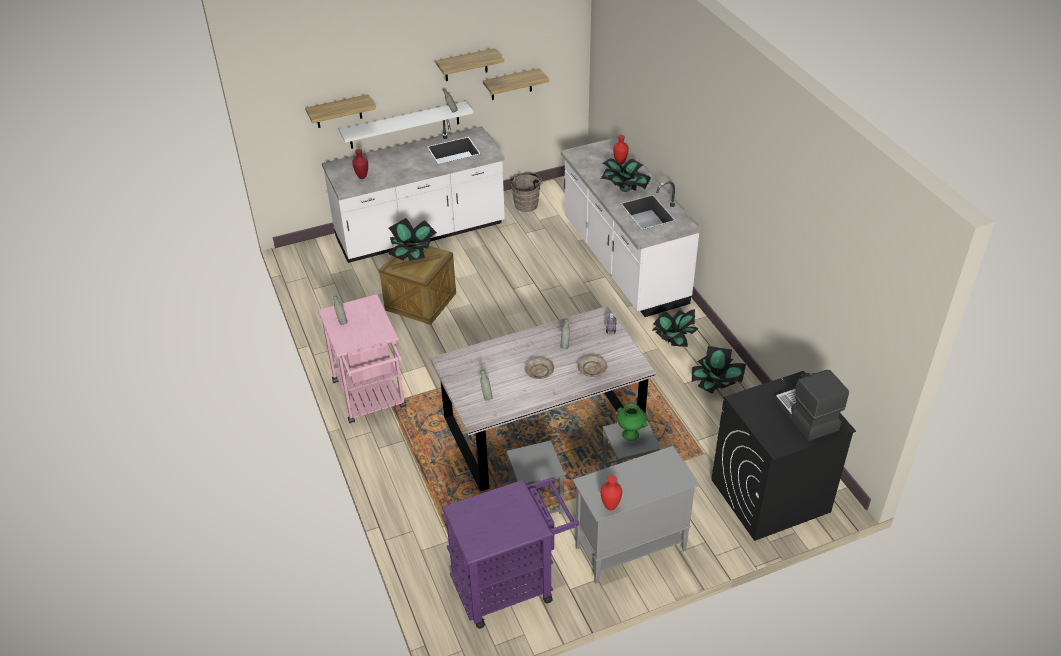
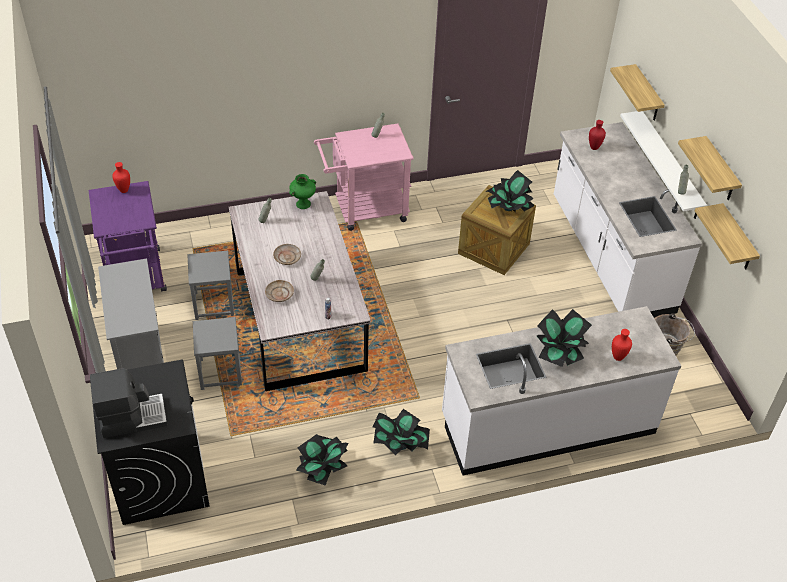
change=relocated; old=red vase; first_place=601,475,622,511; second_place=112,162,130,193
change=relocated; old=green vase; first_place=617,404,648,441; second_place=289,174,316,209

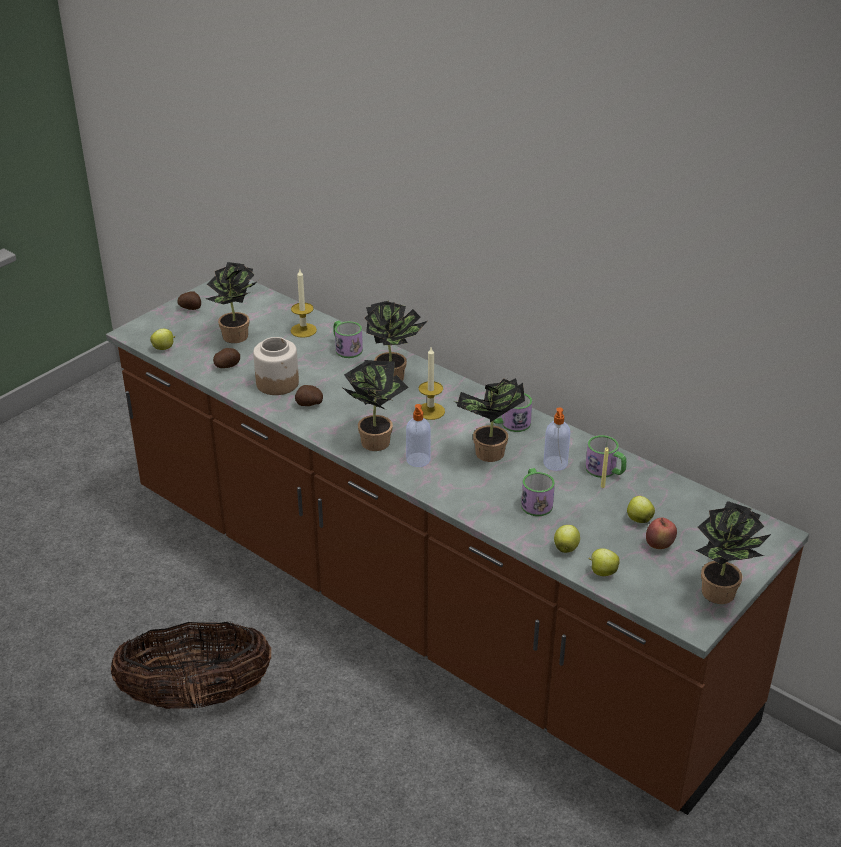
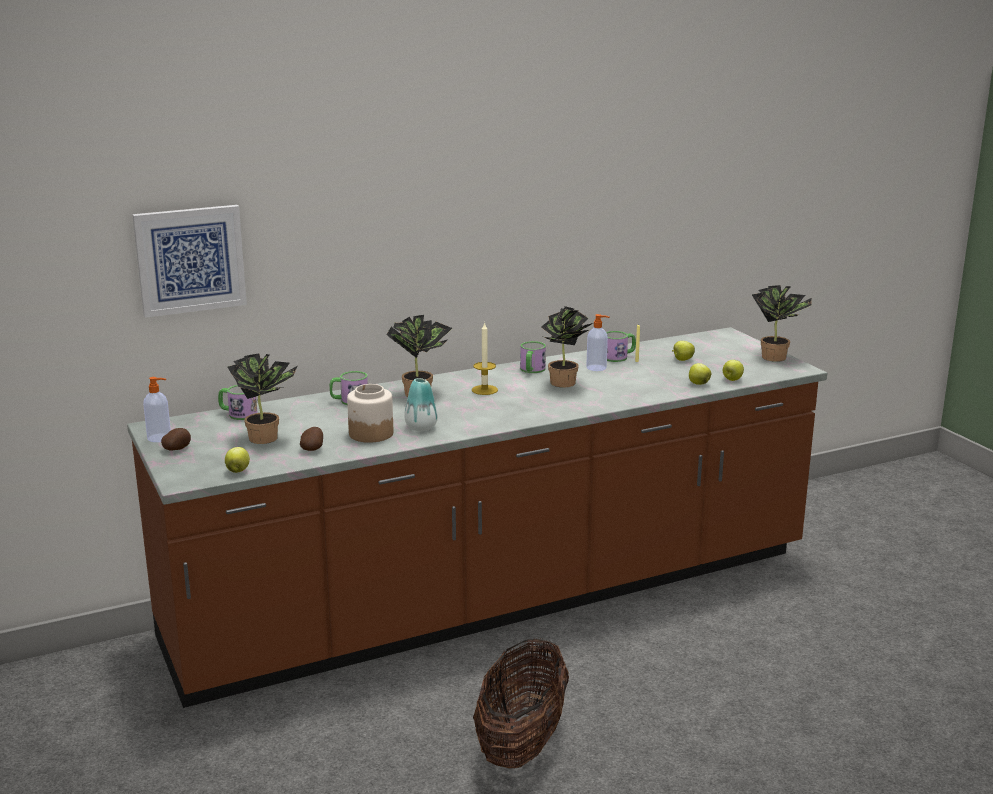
change=appeared; new=picture; second_place=132,205,247,318
change=relocated; old=soap dispenser; first_place=406,404,431,467; second_place=143,377,171,442
change=relocated; old=mug; first_place=521,468,555,516; second_place=218,385,257,420
change=exchanged; old=potato; new=vase; first_place=295,385,323,406; second_place=404,378,438,431
change=missing; old=candle; first_place=291,270,317,338
change=missing; old=potted plant; first_place=341,360,409,451
change=missing; old=apple; first_place=646,518,677,549

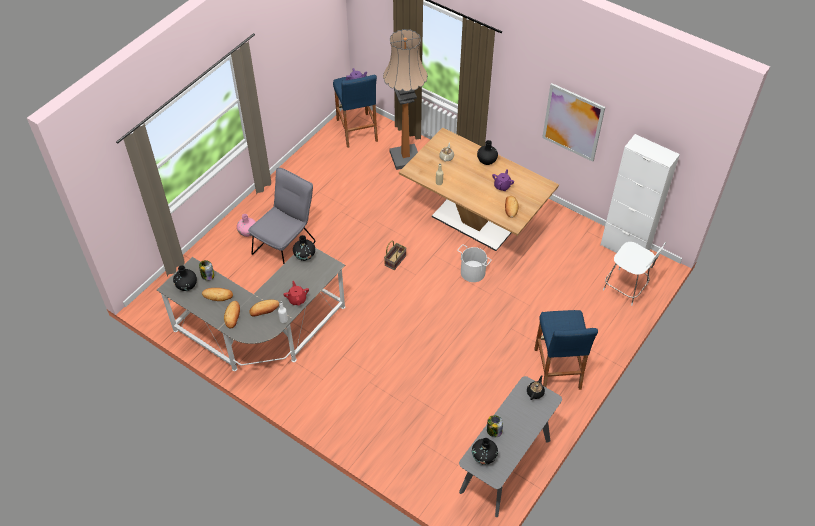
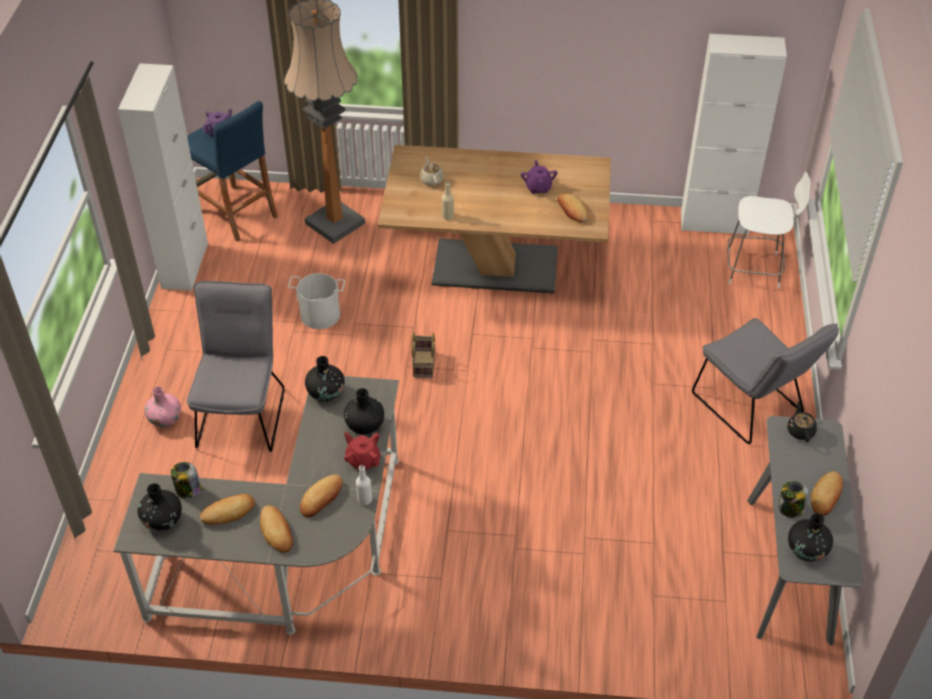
change=appeared; new=white cabinet; second_place=118,63,208,291
change=relocated; old=white bucket; first_place=457,244,491,282; second_place=288,273,345,329
change=relocated; old=black vase; first_place=477,140,498,165; second_place=344,388,384,435
change=exchanged; old=blue stool; new=grey chair; first_place=534,310,598,390; second_place=692,318,839,444
change=appeared; new=bread; second_place=811,471,843,516
change=missing; old=picture; first_place=542,83,605,162

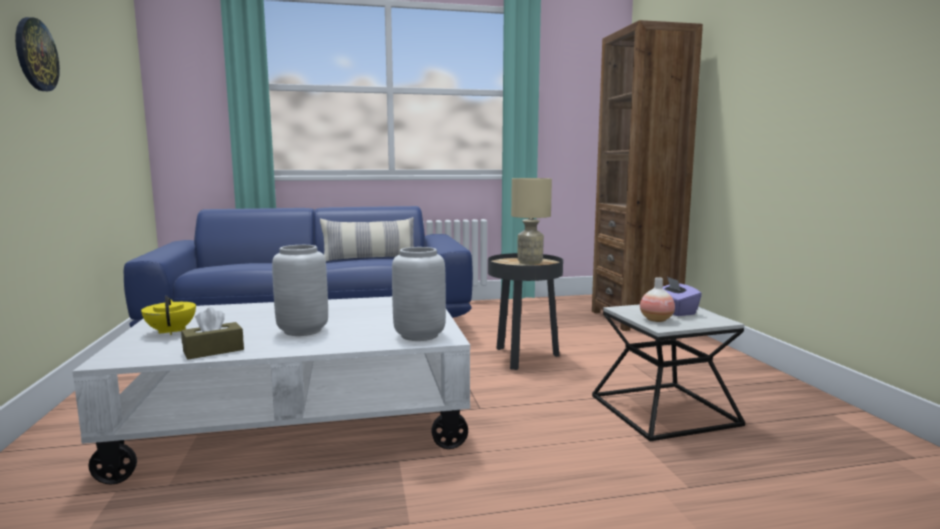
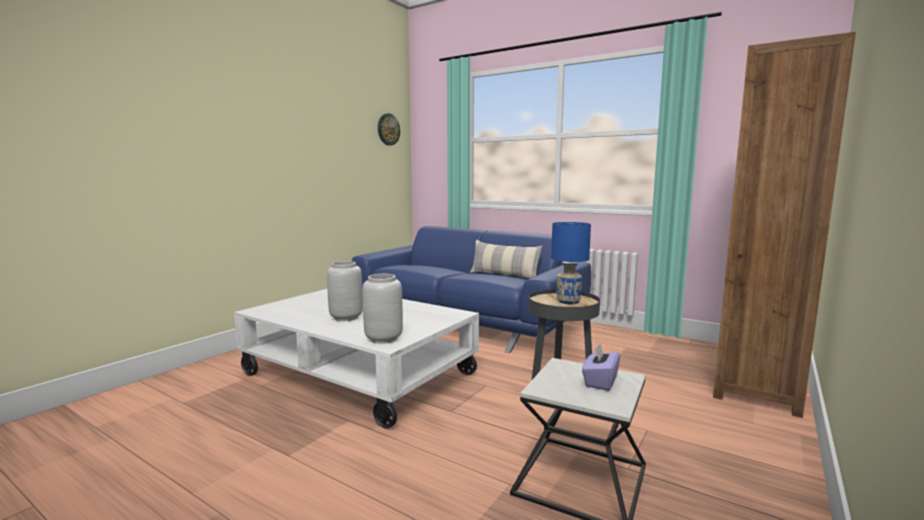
change=relocated; old=wall clock; first_place=15,17,60,91; second_place=378,113,400,146
change=colour; old=beige table lamp; new=blue table lamp; first_place=511,178,552,265; second_place=551,222,591,304
change=missing; old=yellow teapot; first_place=141,296,196,335
change=missing; old=brown tissue box; first_place=181,307,244,359
change=missing; old=vase; first_place=640,277,675,322

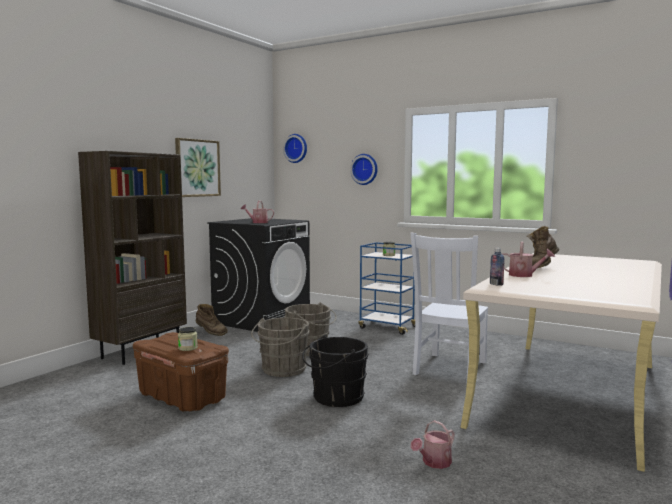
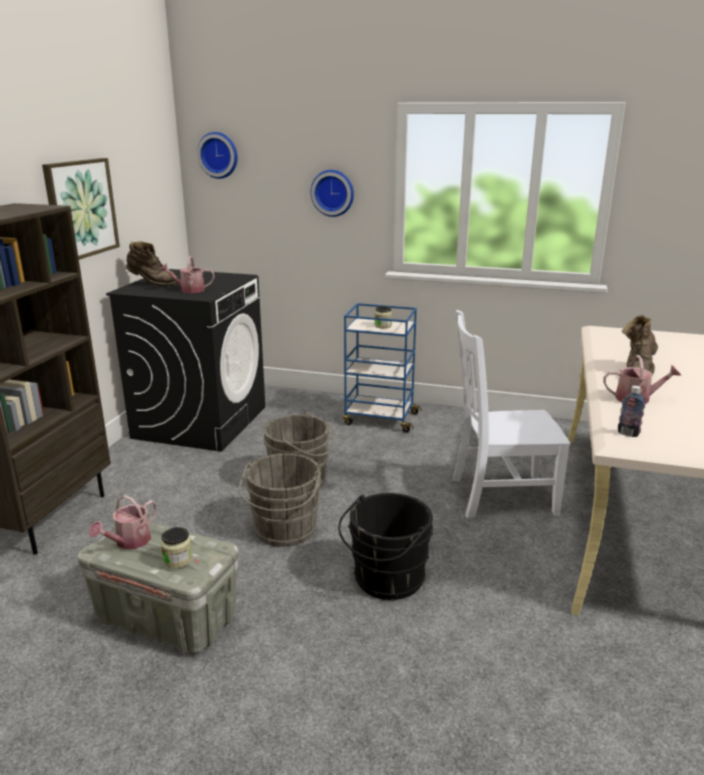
change=colour; old=brown storage box; new=grey storage box; first_place=133,332,229,412; second_place=77,522,239,653
change=relocated; old=watering can; first_place=410,420,455,469; second_place=89,495,157,549
change=relocated; old=brown boot; first_place=196,304,228,336; second_place=126,242,176,286
change=spun; old=white chair; first_place=411,233,488,384; second_place=452,310,571,518; degrees=75

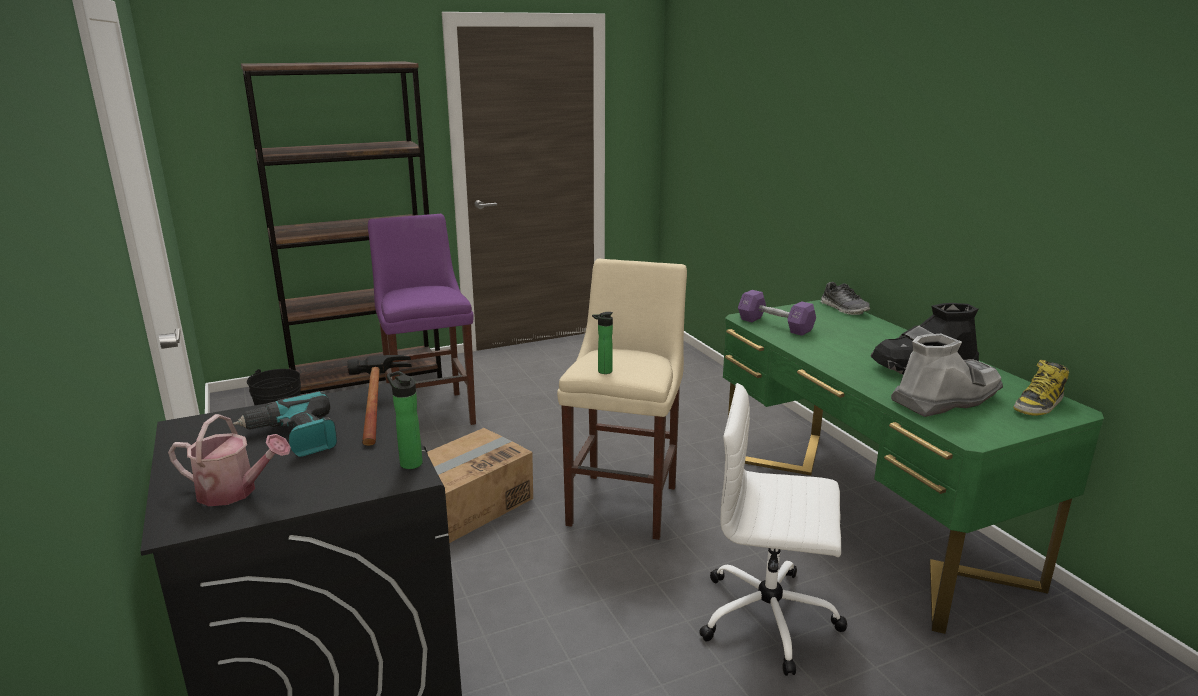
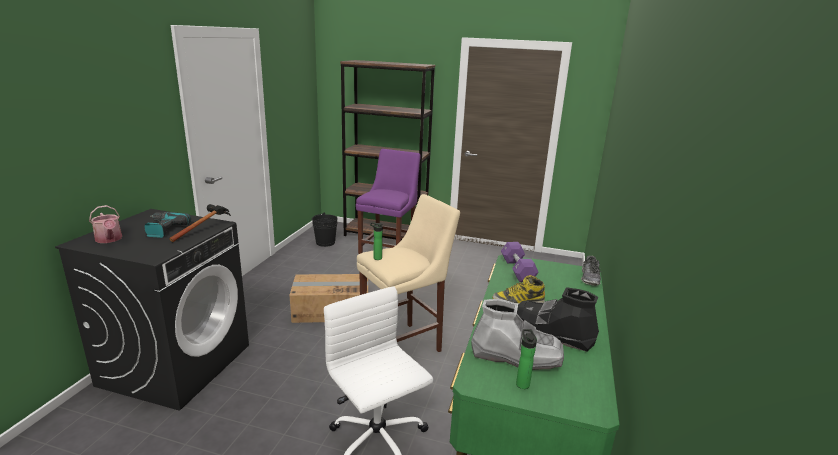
change=relocated; old=boot; first_place=1013,360,1069,416; second_place=492,275,545,304
change=relocated; old=bottle; first_place=387,371,423,469; second_place=516,329,537,389

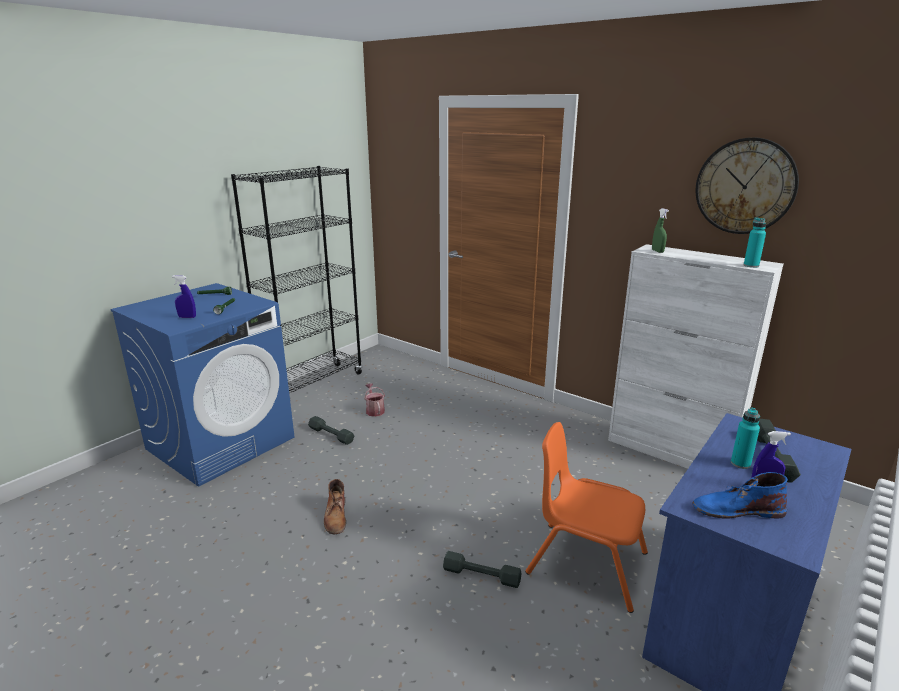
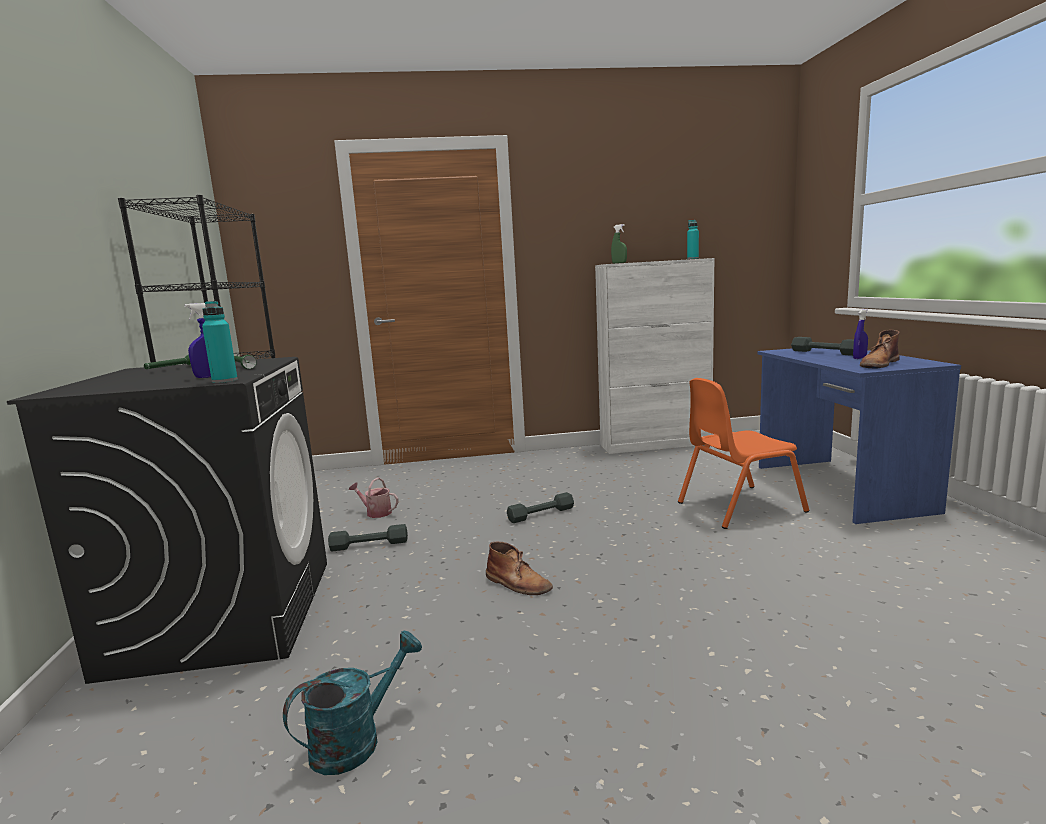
change=colour; old=blue washing machine; new=black washing machine; first_place=110,283,294,487; second_place=7,357,327,684
change=relocated; old=turquoise bottle; first_place=731,408,760,469; second_place=202,301,238,383
change=appeared; new=turquoise watering can; second_place=283,631,422,775
change=relocated; old=grey dumbbell; first_place=443,551,521,588; second_place=507,492,574,523
change=colour; old=blue boot; new=brown boot; first_place=692,472,788,519; second_place=860,330,900,368
change=missing; old=wall clock; first_place=696,137,799,234

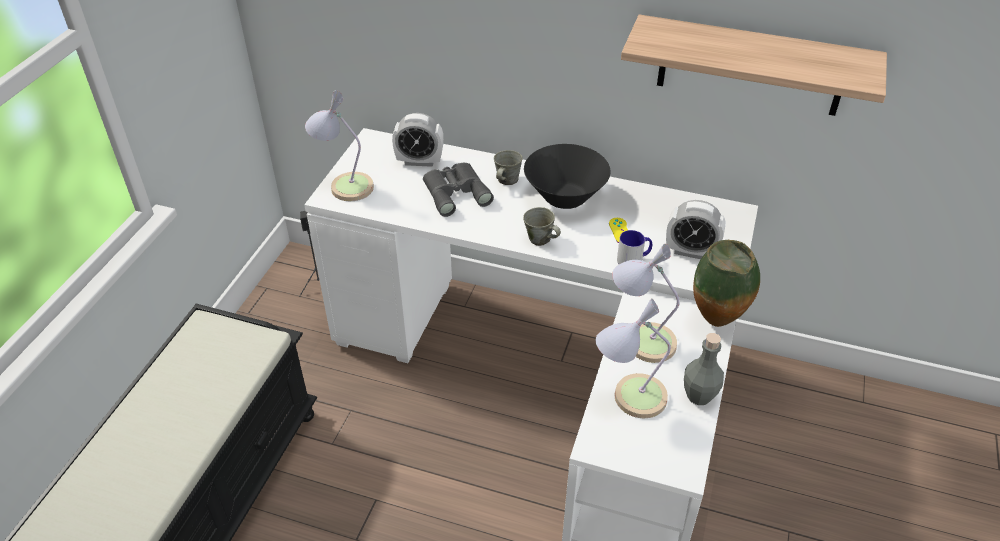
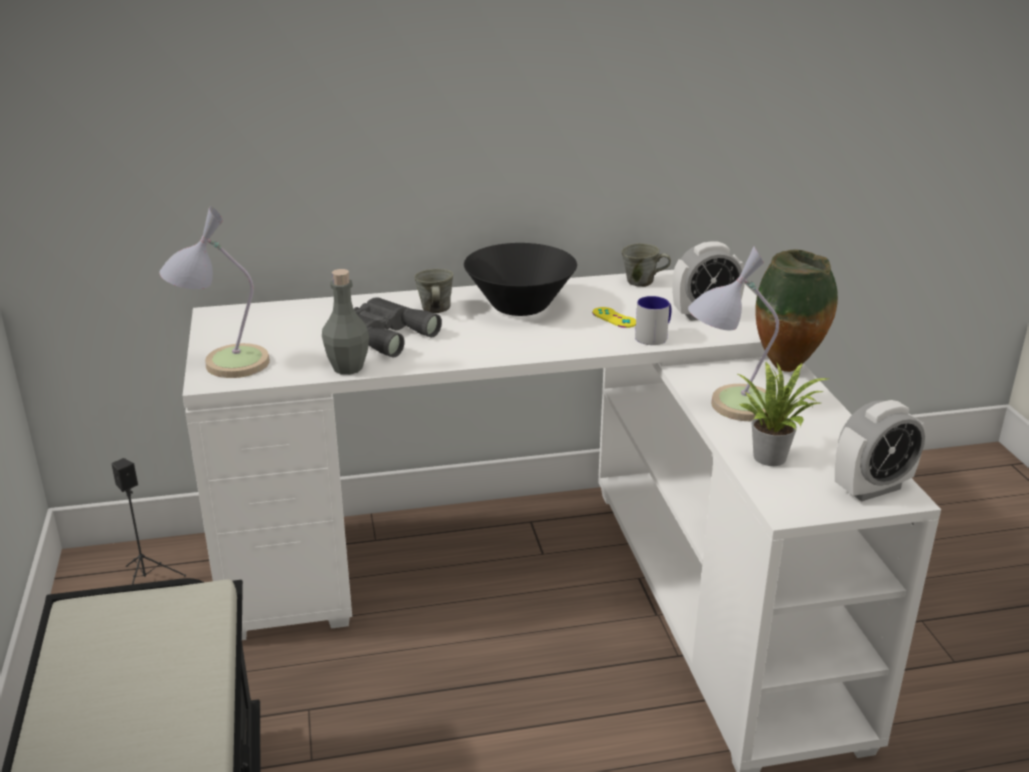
change=relocated; old=grey bottle; first_place=684,333,724,405; second_place=322,269,369,375
change=relocated; old=grey mug; first_place=523,207,561,246; second_place=622,243,671,287
change=exchanged; old=table lamp; new=potted plant; first_place=596,298,671,418; second_place=738,361,829,466
change=relocated; old=alarm clock; first_place=392,113,443,167; second_place=835,400,926,502
change=missing; old=shelf; first_place=621,14,887,116

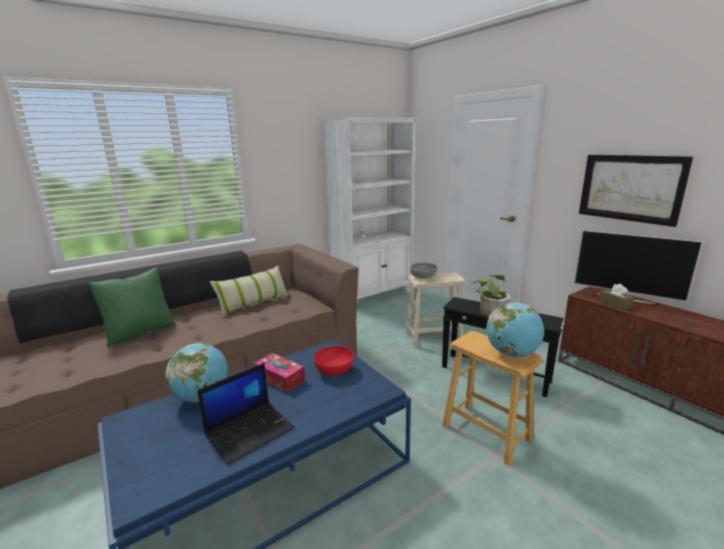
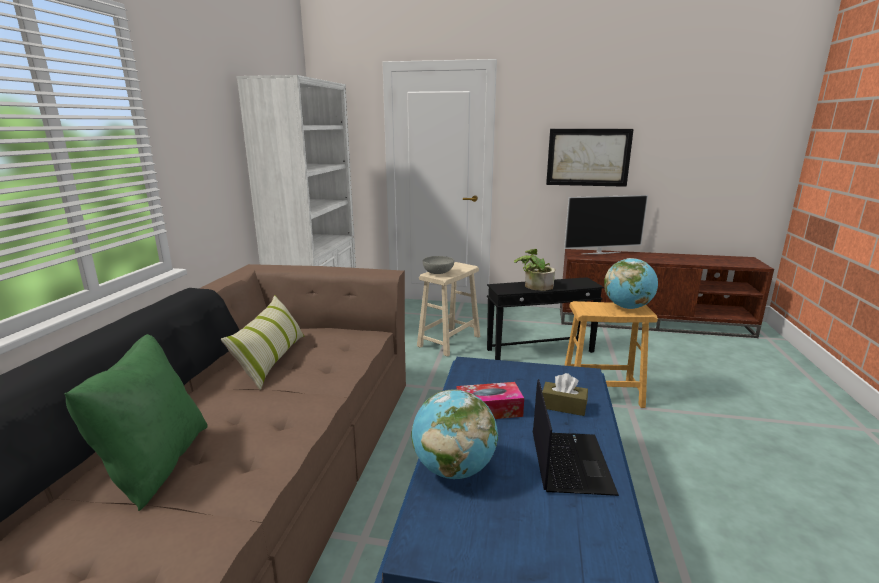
change=relocated; old=brown tissue box; first_place=599,284,635,310; second_place=542,373,588,416
change=missing; old=red bowl; first_place=314,346,354,376

